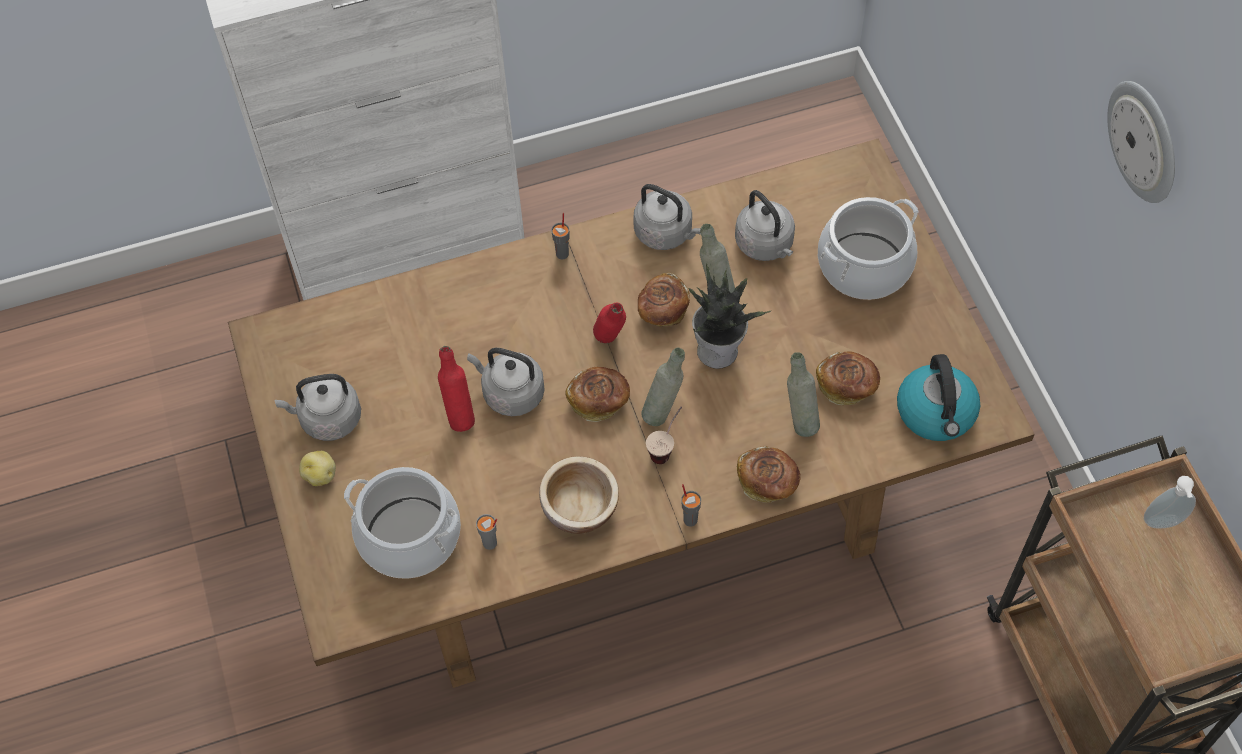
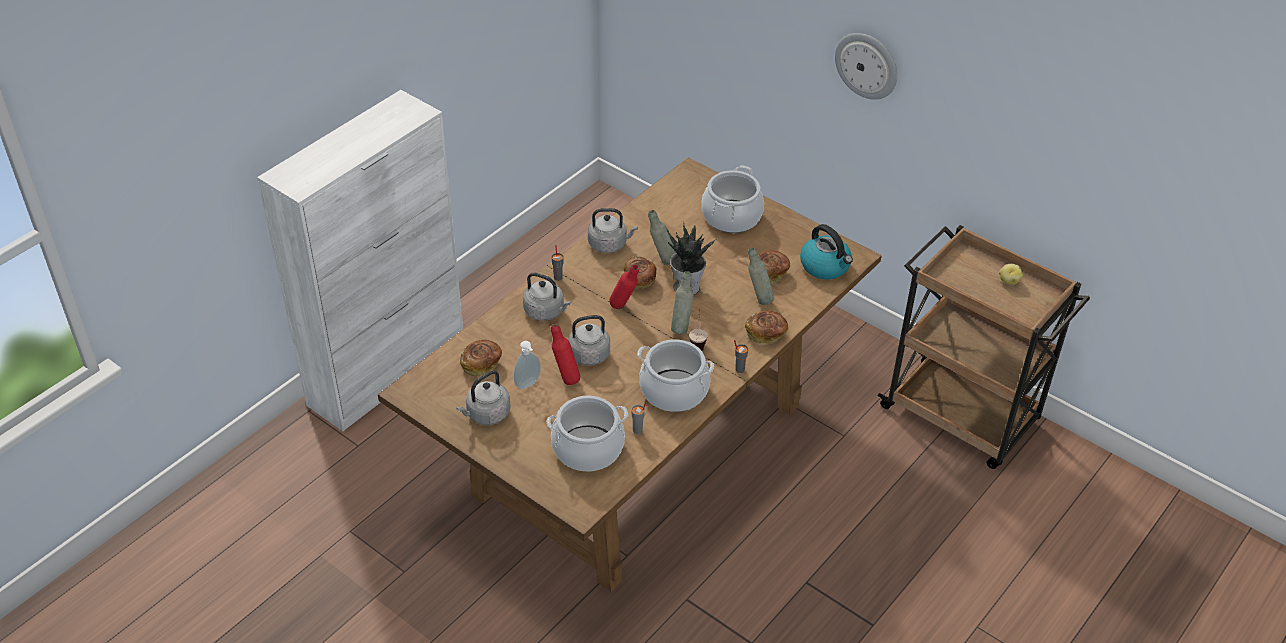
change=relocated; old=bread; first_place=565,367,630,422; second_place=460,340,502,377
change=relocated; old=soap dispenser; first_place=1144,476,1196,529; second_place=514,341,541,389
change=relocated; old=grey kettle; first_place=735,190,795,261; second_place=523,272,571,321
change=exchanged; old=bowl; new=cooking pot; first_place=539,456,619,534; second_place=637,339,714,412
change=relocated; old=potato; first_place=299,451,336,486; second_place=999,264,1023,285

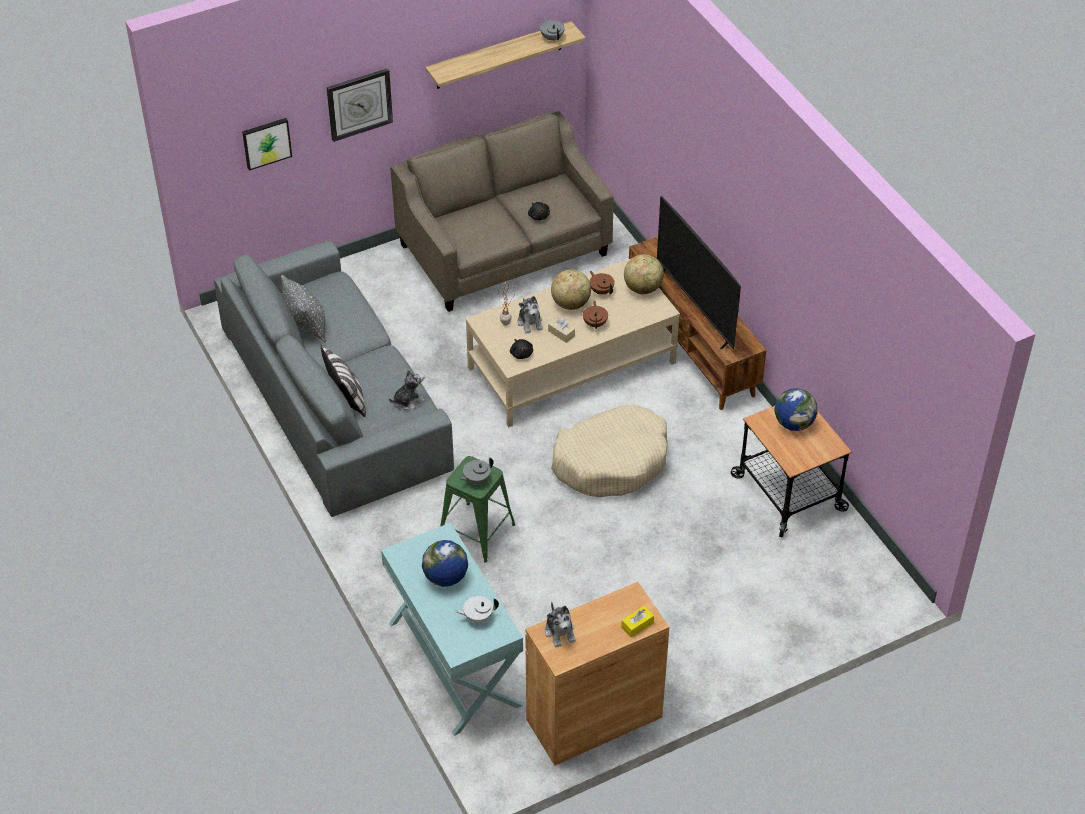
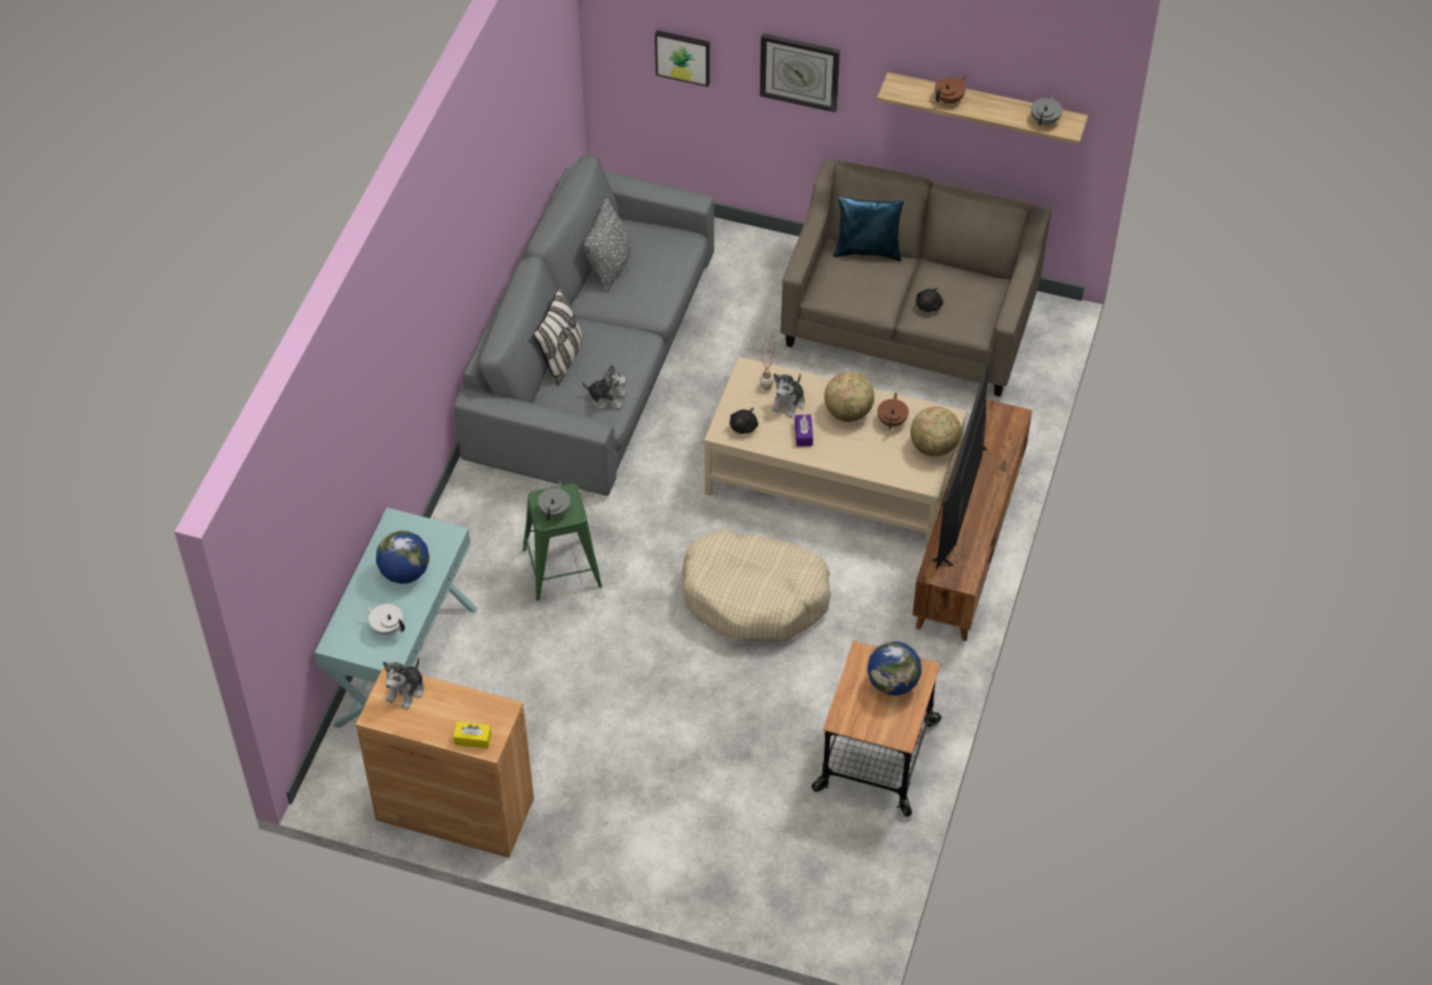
change=spun; old=grey teapot; first_place=458,457,494,484; second_place=538,481,570,520; degrees=90
change=colour; old=beige tissue box; new=purple tissue box; first_place=548,317,575,343; second_place=795,415,813,447
change=appeared; new=blue pillow; second_place=833,196,904,261
change=relocated; old=brown teapot; first_place=583,301,608,329; second_place=935,76,966,104

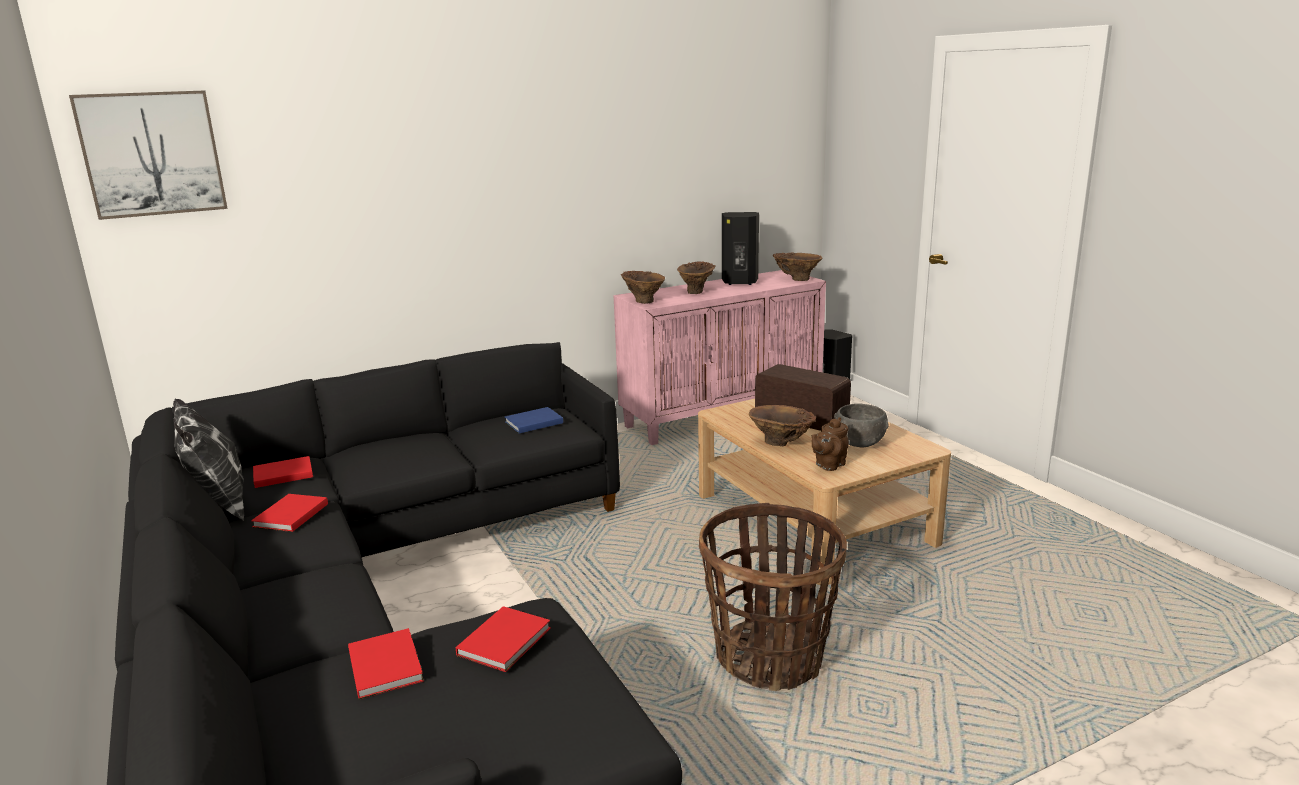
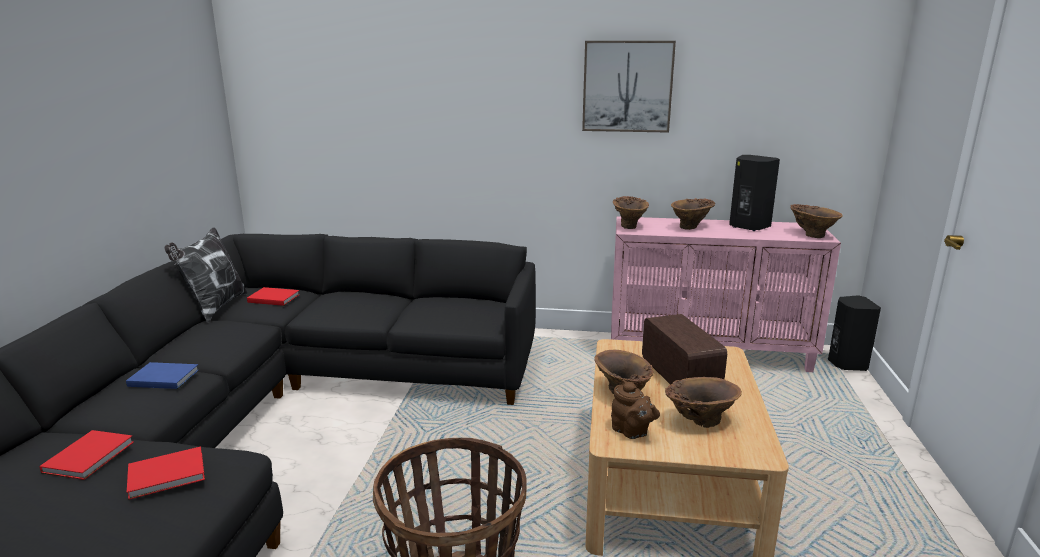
change=relocated; old=blue book; first_place=505,407,563,433; second_place=126,362,199,389
change=relocated; old=picture; first_place=69,91,228,220; second_place=582,41,676,133
change=spun; old=brown teapot; first_place=811,417,849,471; second_place=611,380,660,439; degrees=-120
change=exchanged; old=grey bowl; new=brown vase; first_place=834,403,889,447; second_place=665,377,742,428
change=missing; old=red book; first_place=251,494,328,532

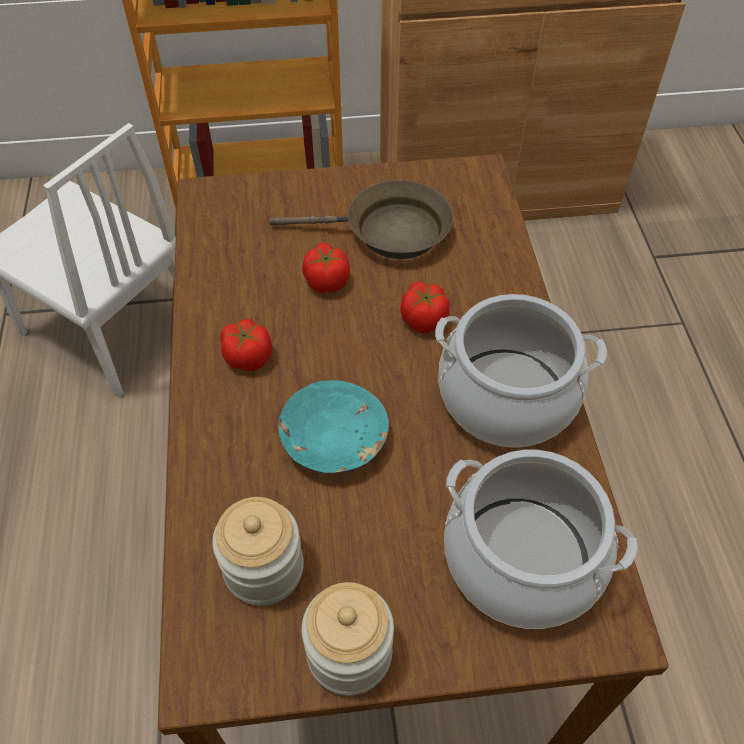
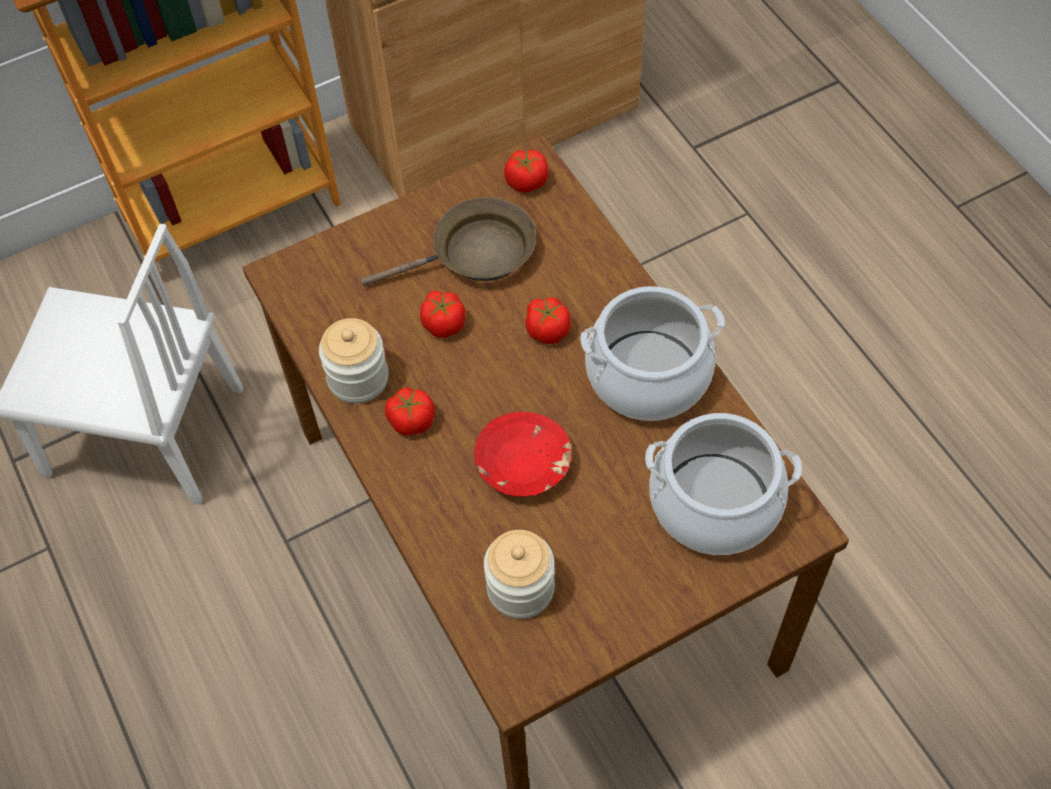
change=relocated; old=jar; first_place=301,582,394,696; second_place=319,318,389,404
change=colour; old=turquoise bowl; new=red bowl; first_place=278,380,389,473; second_place=474,412,572,497
change=appeared; new=tomato; second_place=504,150,549,193

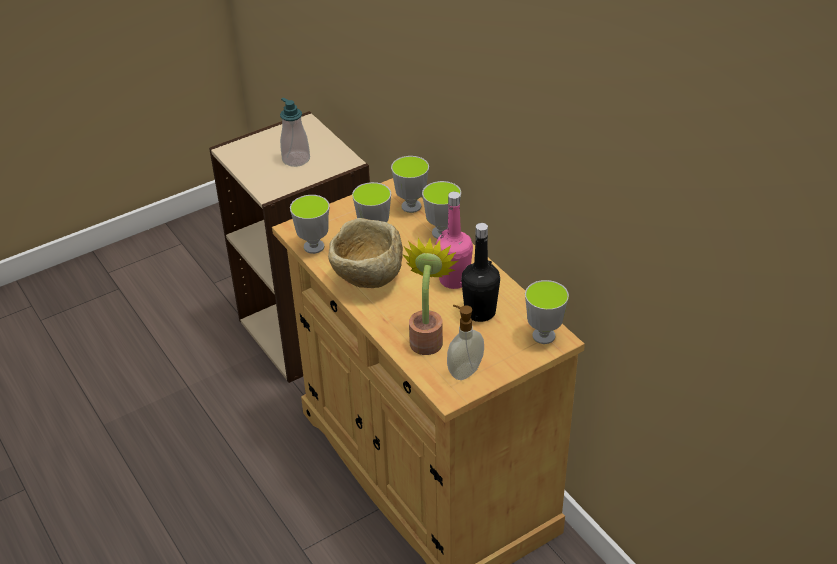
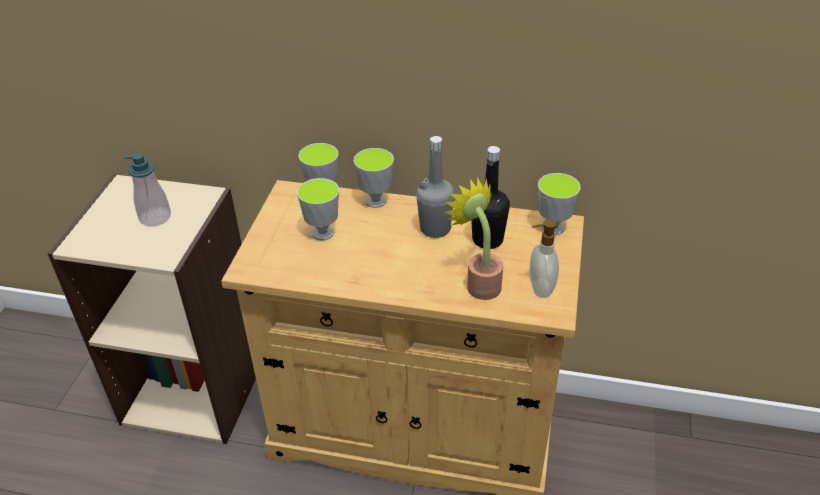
change=colour; old=pink bottle; new=grey bottle; first_place=435,192,473,289; second_place=416,136,455,238
change=missing; old=cup; first_place=290,195,330,254
change=missing; old=beige bowl; first_place=328,218,403,288

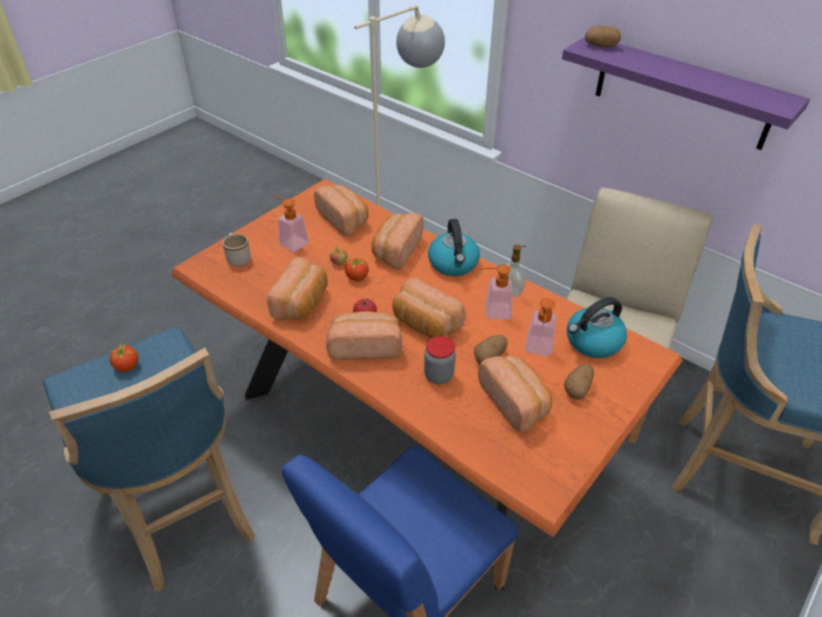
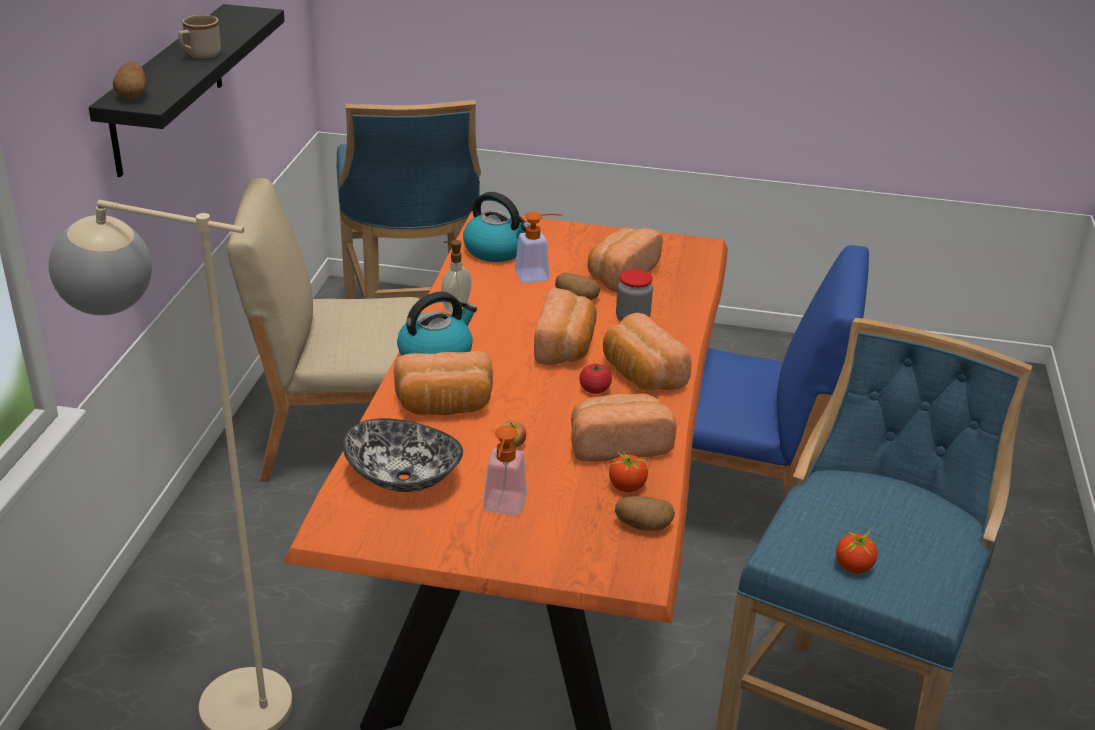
change=colour; old=purple shelf; new=black shelf; first_place=562,37,810,150; second_place=89,4,285,177
change=relocated; old=beige mug; first_place=222,233,251,267; second_place=178,15,221,59
change=exchanged; old=bread; new=bowl; first_place=314,185,368,236; second_place=343,418,463,492
change=relocated; old=tomato; first_place=343,255,369,281; second_place=609,451,648,492
change=relocated; old=potato; first_place=564,364,594,400; second_place=615,496,675,531
change=missing; old=soap dispenser; first_place=478,264,513,319

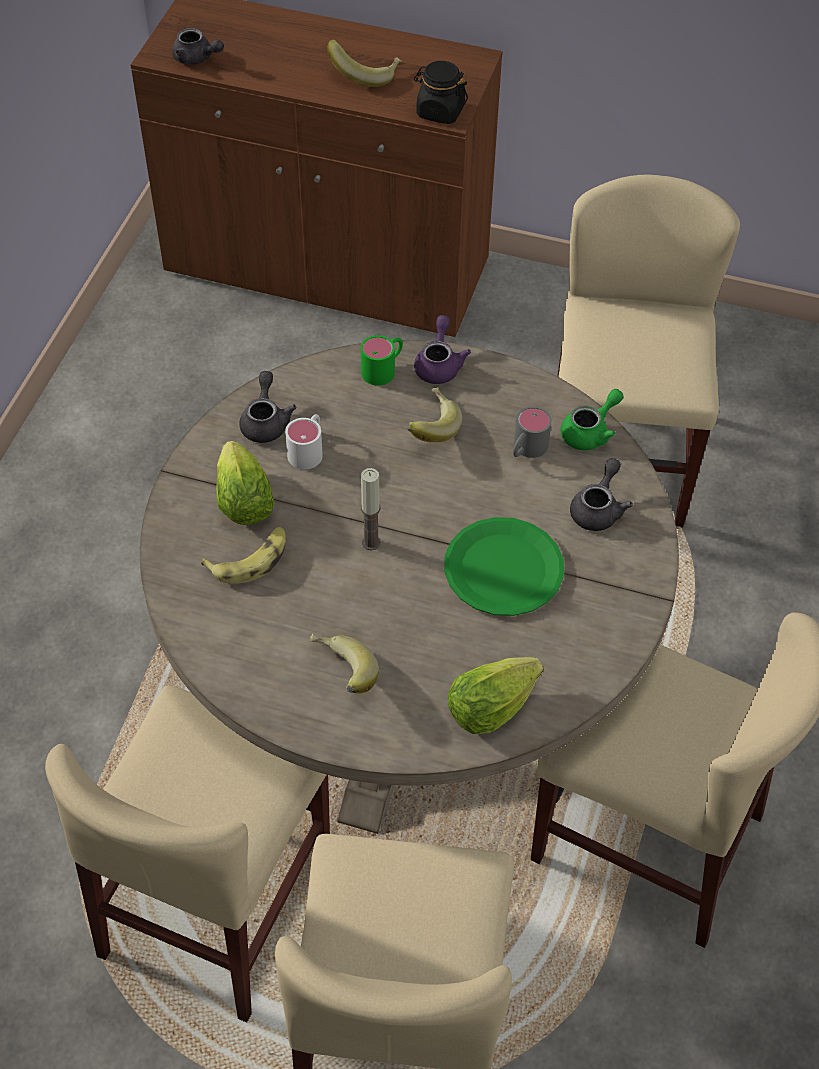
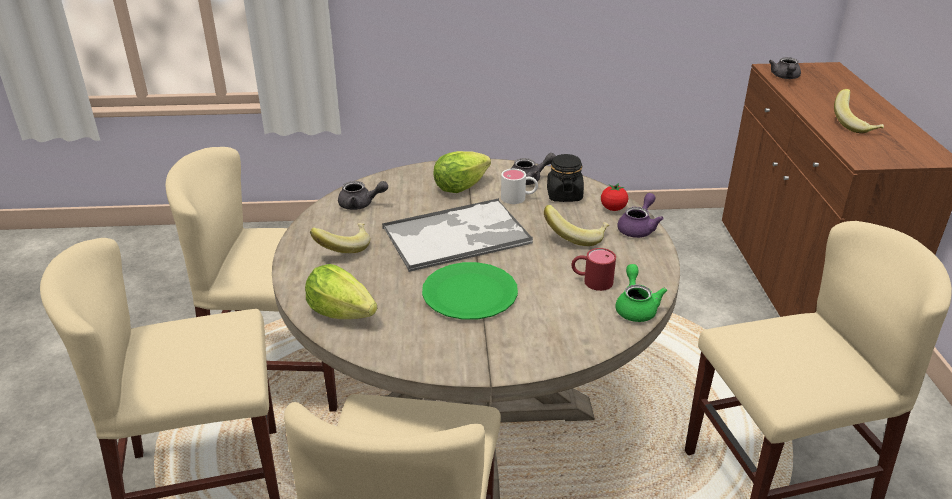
change=relocated; old=grey teapot; first_place=570,458,633,531; second_place=338,181,388,210
change=exchanged; old=candle; new=tray; first_place=361,468,381,550; second_place=382,198,533,272
change=relocated; old=black jar; first_place=414,61,468,124; second_place=547,154,584,202
change=colour; old=grey mug; new=red mug; first_place=513,406,552,458; second_place=571,248,616,291
change=exchanged; old=green mug; new=tomato; first_place=361,335,403,385; second_place=601,183,628,211
change=spun; old=green teapot; first_place=560,389,623,450; second_place=616,264,667,322; degrees=-120
change=spun; old=purple teapot; first_place=414,315,471,384; second_place=617,193,664,238; degrees=-45
change=missing; old=banana; first_place=201,527,286,584

